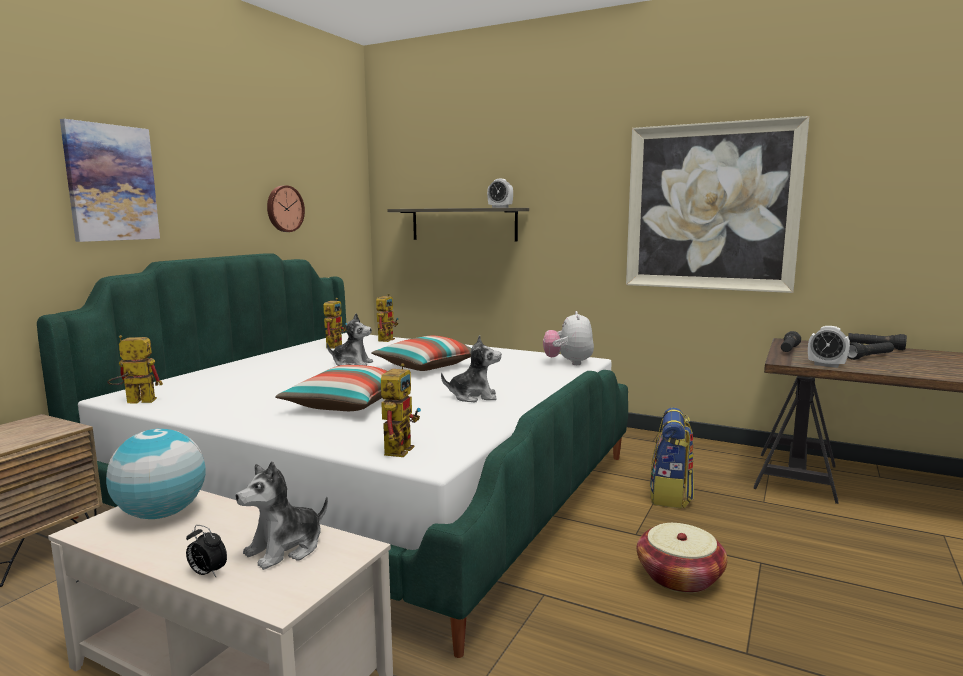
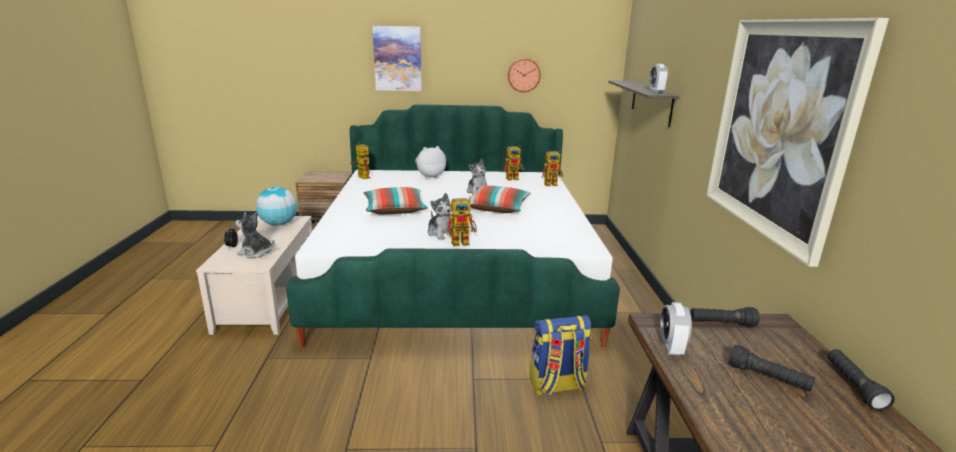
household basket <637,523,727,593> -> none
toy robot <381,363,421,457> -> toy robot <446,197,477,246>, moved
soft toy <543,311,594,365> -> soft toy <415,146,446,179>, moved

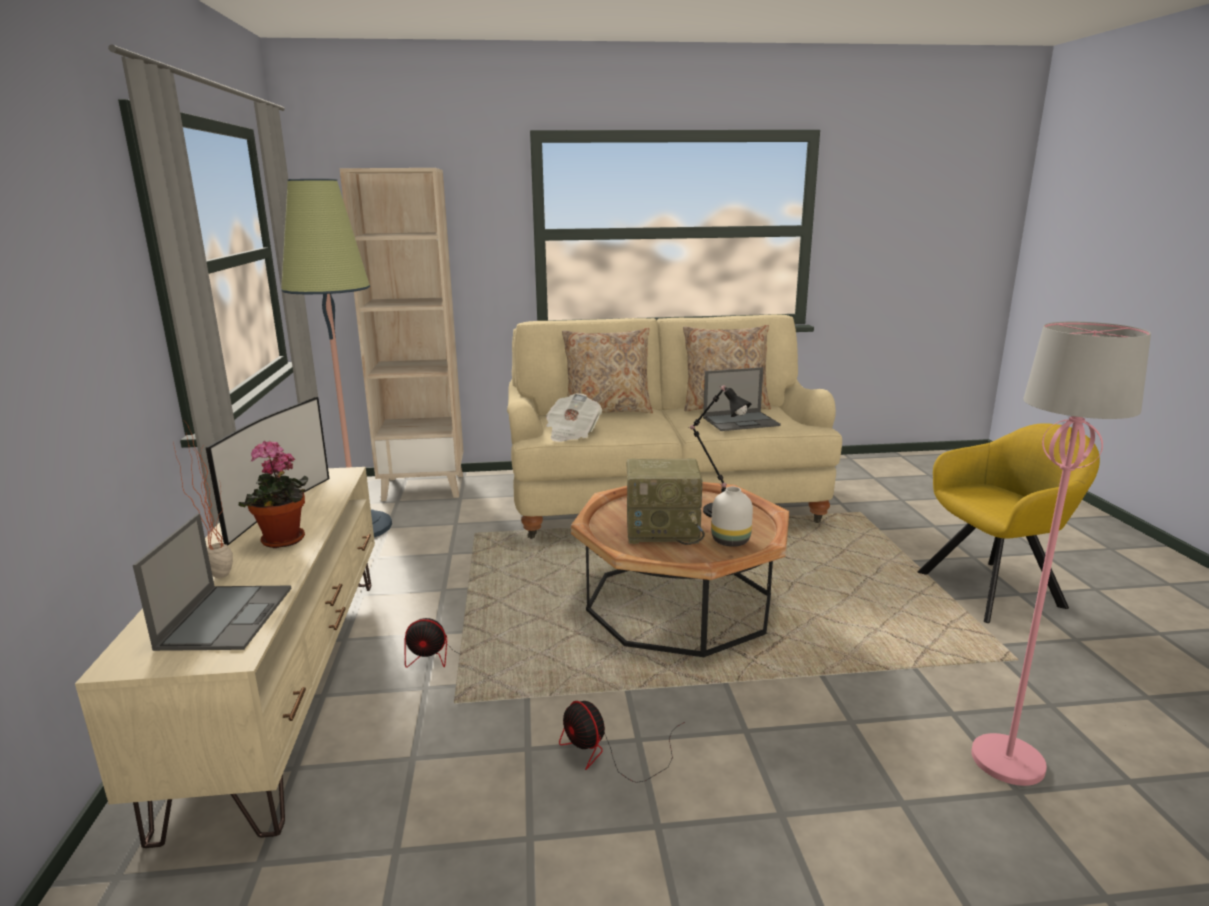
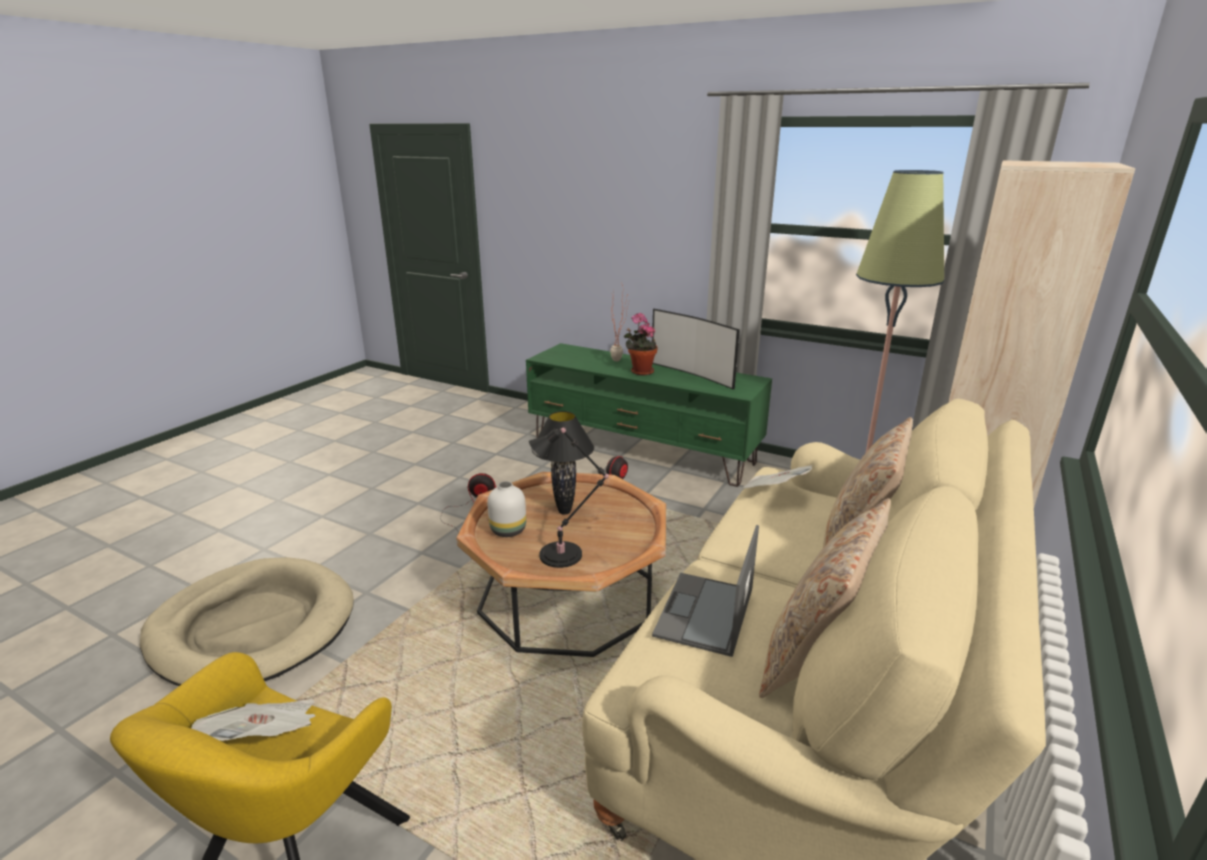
laptop <133,513,291,651> -> none
none -> daily paper <191,699,316,741>
radio set <626,458,705,545> -> black lamp for a table <532,411,594,515>
pink standard lamp <971,321,1151,786> -> beige-coloured pet bed <140,557,354,686>
beige-coloured media console <75,467,375,848> -> greenish media console <526,343,772,487>

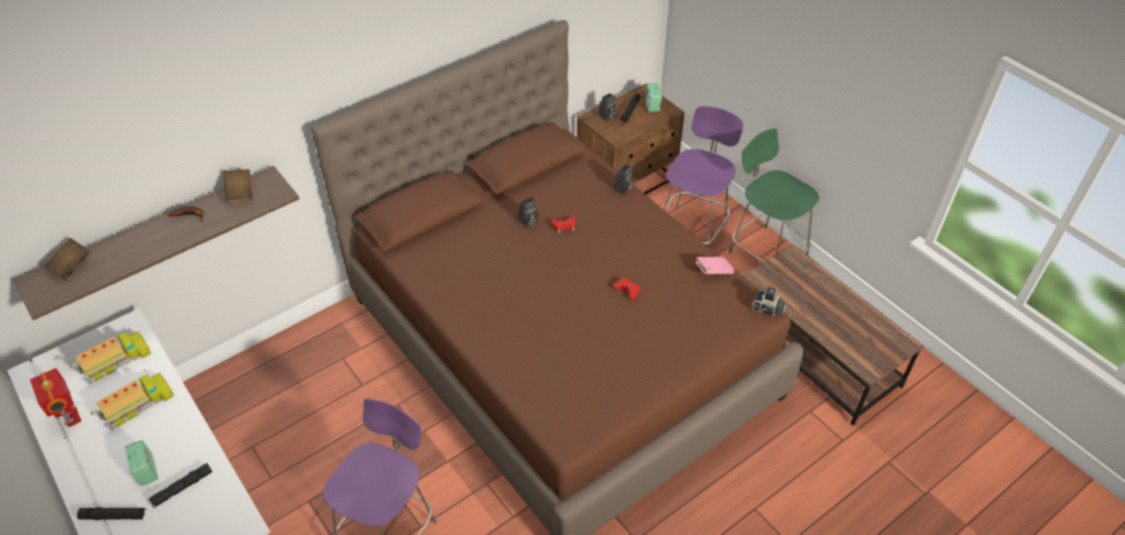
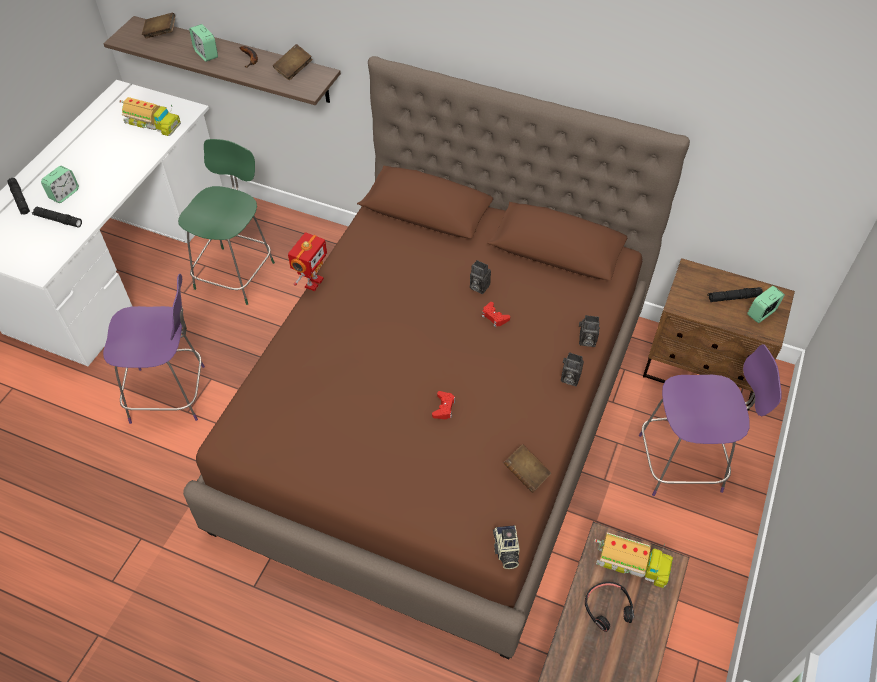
none -> bedside clock <189,24,218,62>
none -> black pair of headphones <585,582,634,632>
toy robot <30,368,81,427> -> toy robot <288,232,327,291>, moved
model truck <90,369,174,431> -> model truck <594,533,673,588>, moved
photo camera <598,93,616,121> -> photo camera <561,352,584,386>, moved
greenish upright chair <729,128,819,262> -> greenish upright chair <178,139,275,305>, moved
pink book <695,257,734,274> -> brown-coloured book <503,444,551,493>

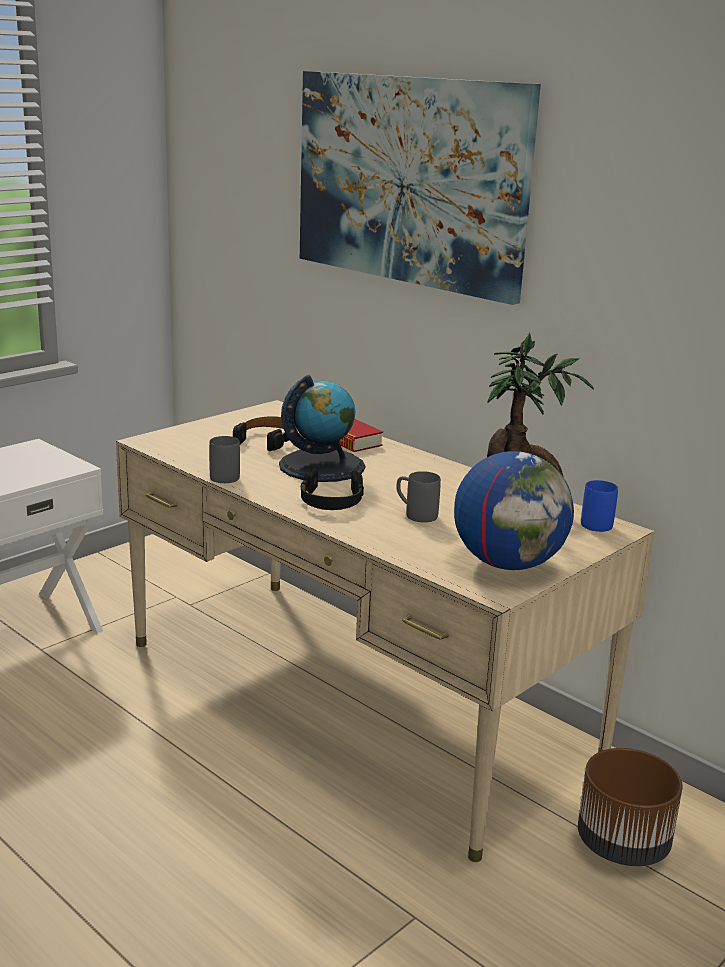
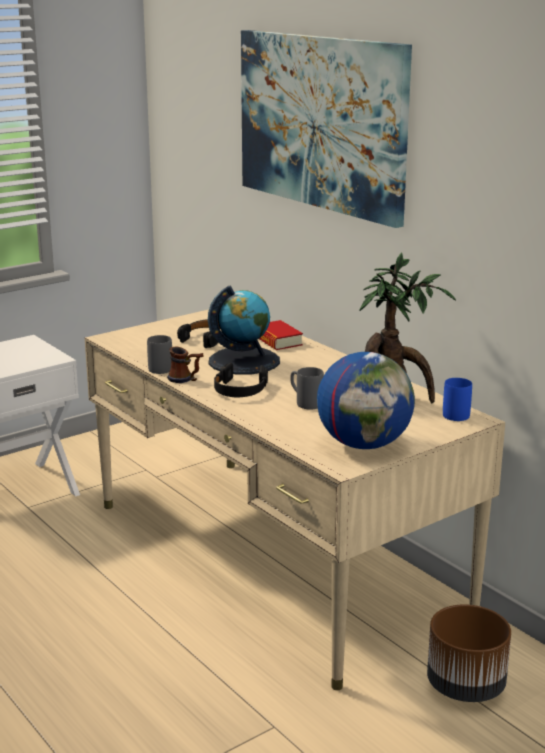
none -> tea mug <167,347,204,383>

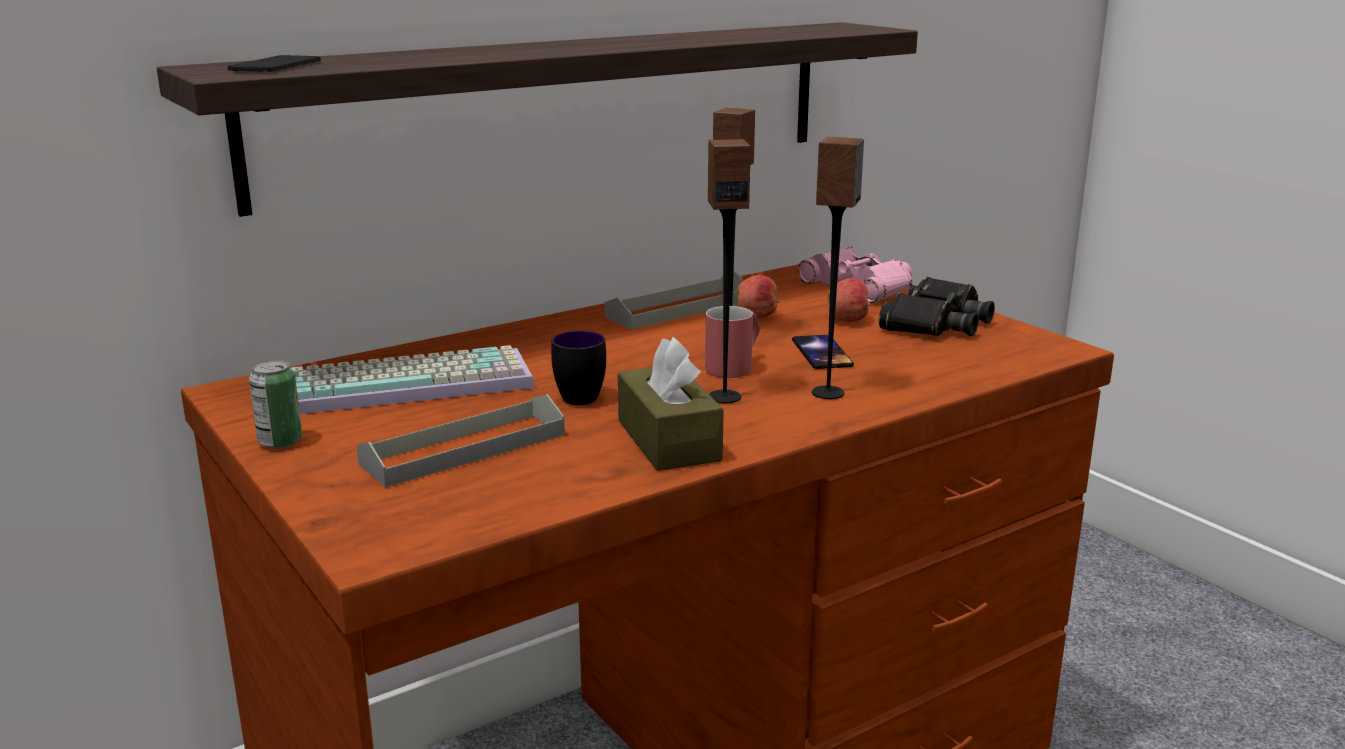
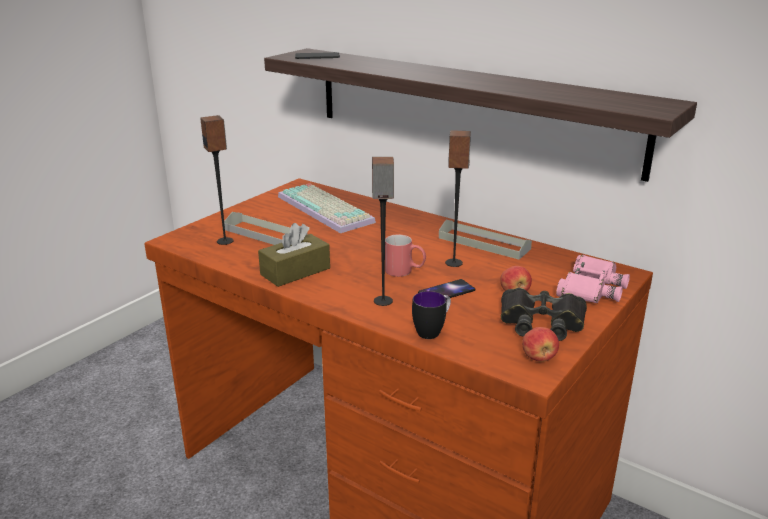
metal can <249,360,302,449> -> none
tea mug <551,331,606,405> -> tea mug <412,291,451,339>, moved
loudspeaker <708,139,751,403> -> loudspeaker <200,115,233,245>, moved
apple fruit <737,275,779,318> -> apple fruit <522,327,559,362>, moved

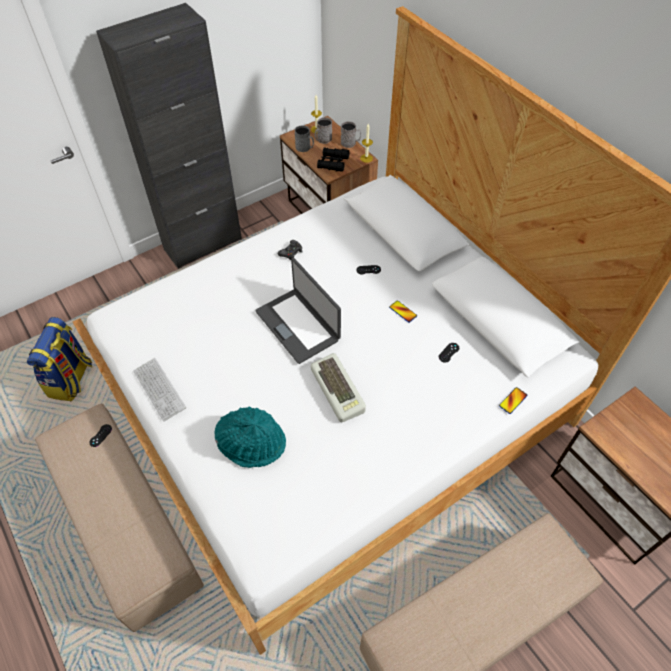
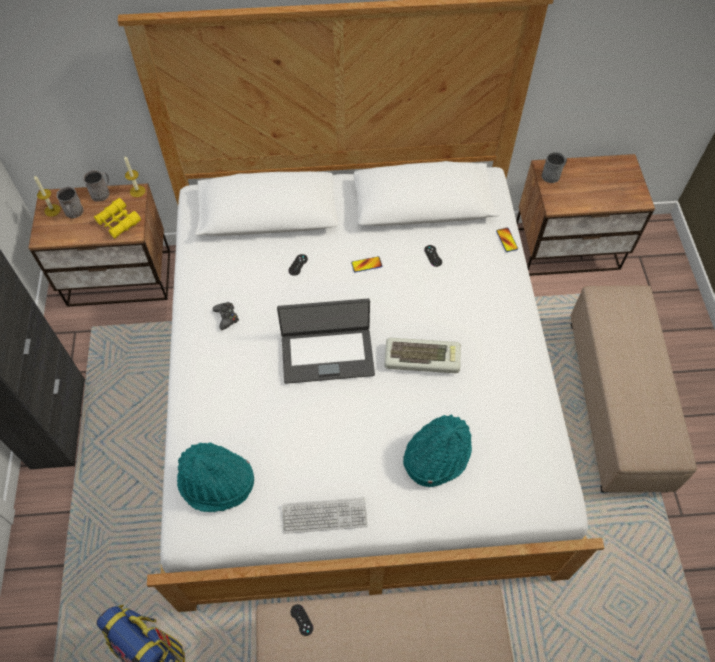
none -> turquoise wearable hat <177,443,254,512>
grey tea mug <295,125,314,152> -> grey tea mug <542,152,567,183>, moved
black pair of binoculars <317,147,349,172> -> yellow pair of binoculars <94,198,141,239>

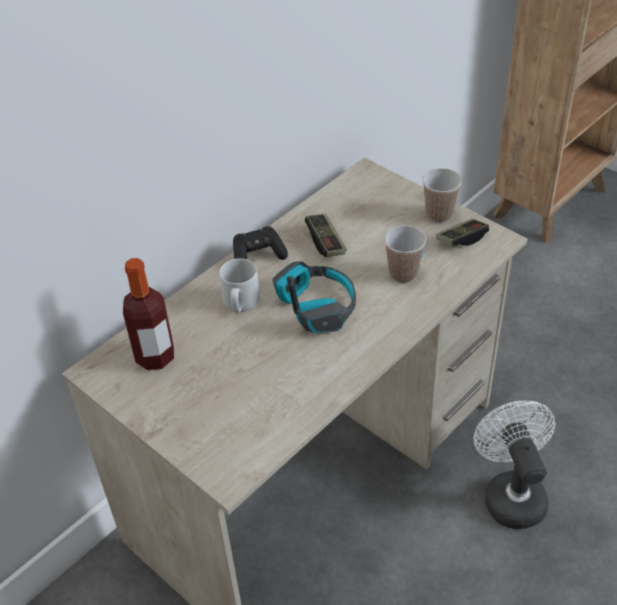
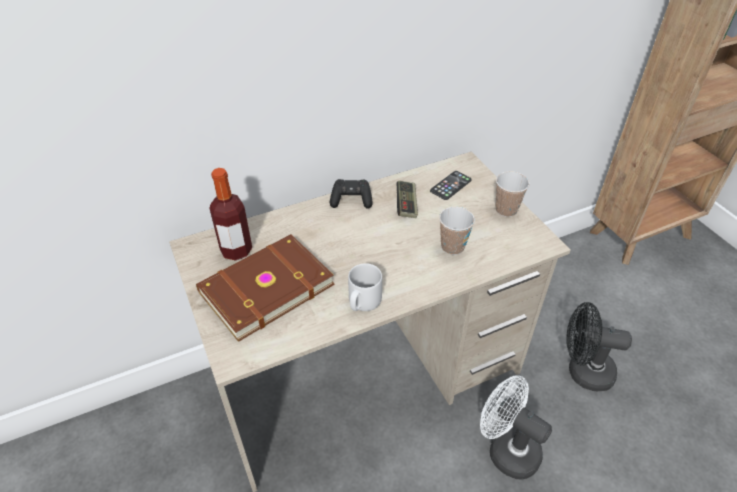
pair of headphones <272,261,356,334> -> none
joypad <436,219,489,246> -> none
none -> brown-coloured book <196,234,335,342>
none -> telephone <430,171,472,200>
none -> black cooling fan <566,302,632,392>
grey tea mug <219,258,260,313> -> grey tea mug <348,263,382,311>, moved
white cooling fan <474,401,556,529> -> white cooling fan <480,376,552,479>, 60 degrees counterclockwise

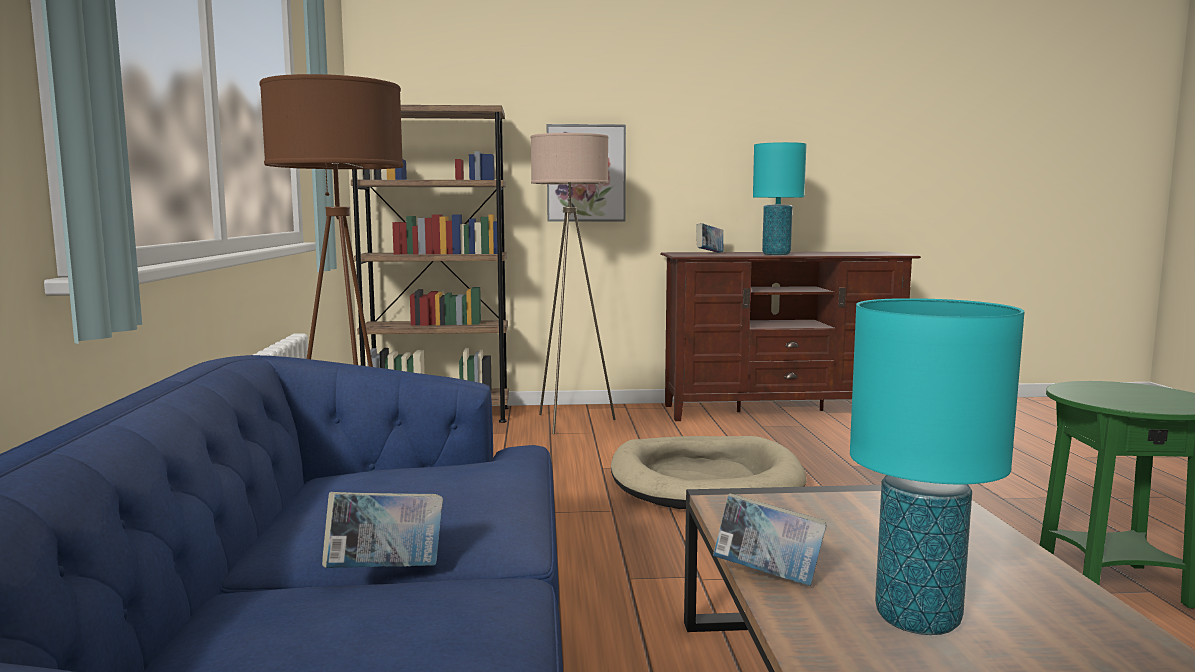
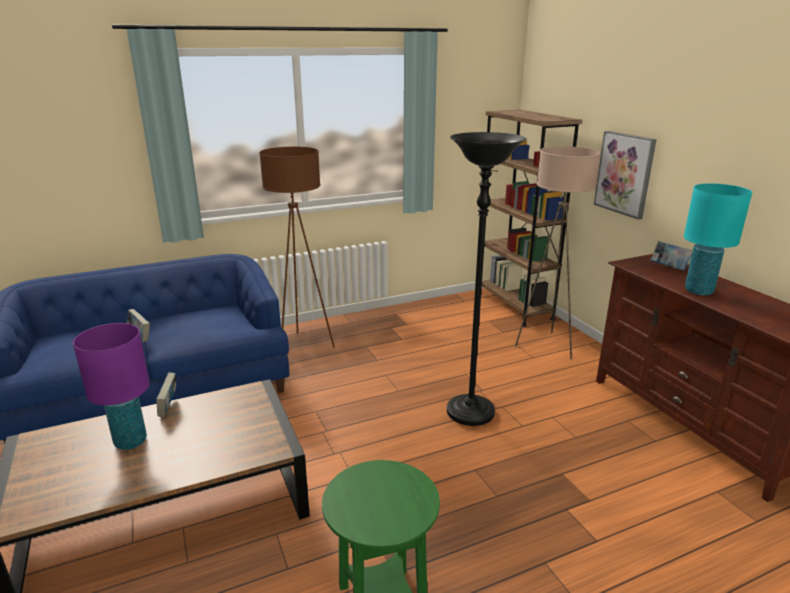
beige-coloured pet bed <611,436,806,509> -> black standard lamp <447,132,527,426>
turquoise lamp for a table <850,298,1024,635> -> purple-coloured lamp for a table <73,323,150,450>

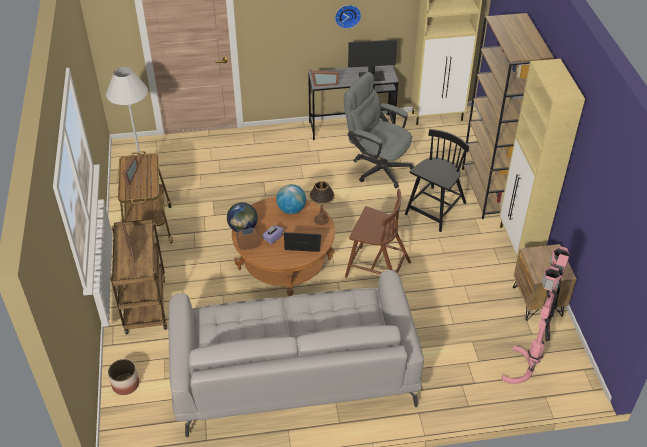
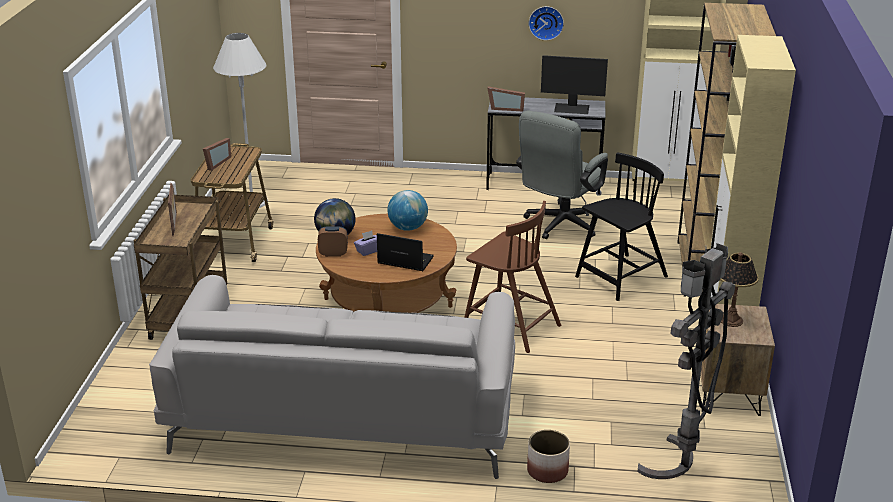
plant pot <108,359,139,395> -> plant pot <527,430,570,483>, moved
lamp for a table <309,181,335,225> -> lamp for a table <720,252,759,327>, moved
pink standard lamp <502,246,570,384> -> grey standard lamp <638,243,735,479>
grey desk chair <344,72,414,188> -> grey desk chair <516,110,608,239>, 105 degrees counterclockwise

